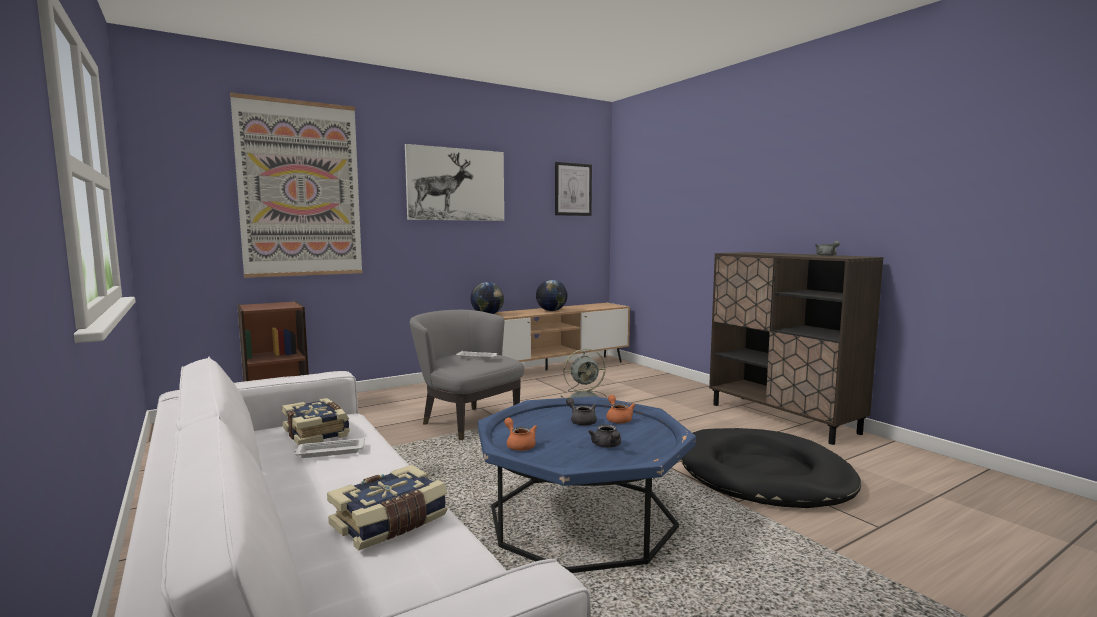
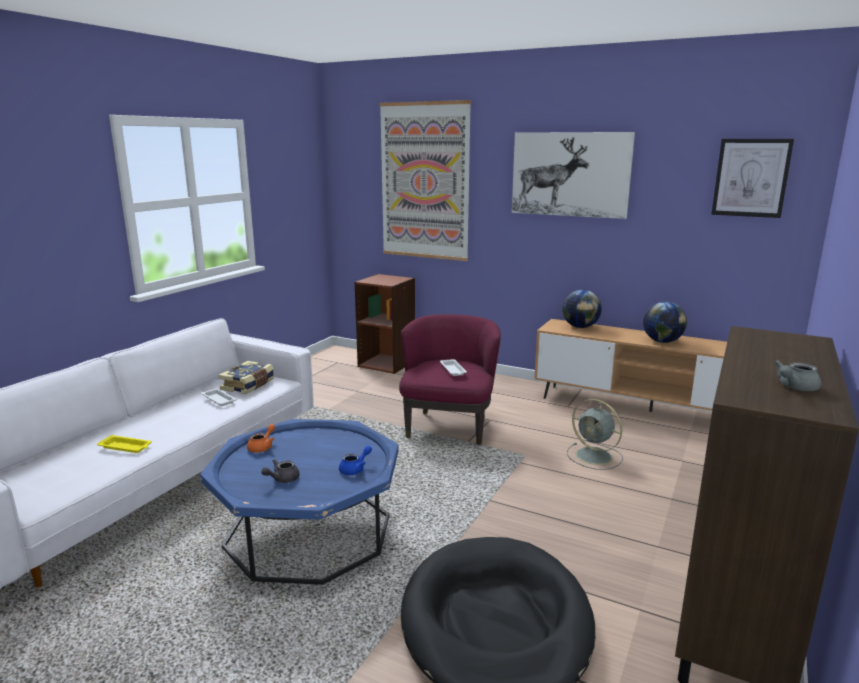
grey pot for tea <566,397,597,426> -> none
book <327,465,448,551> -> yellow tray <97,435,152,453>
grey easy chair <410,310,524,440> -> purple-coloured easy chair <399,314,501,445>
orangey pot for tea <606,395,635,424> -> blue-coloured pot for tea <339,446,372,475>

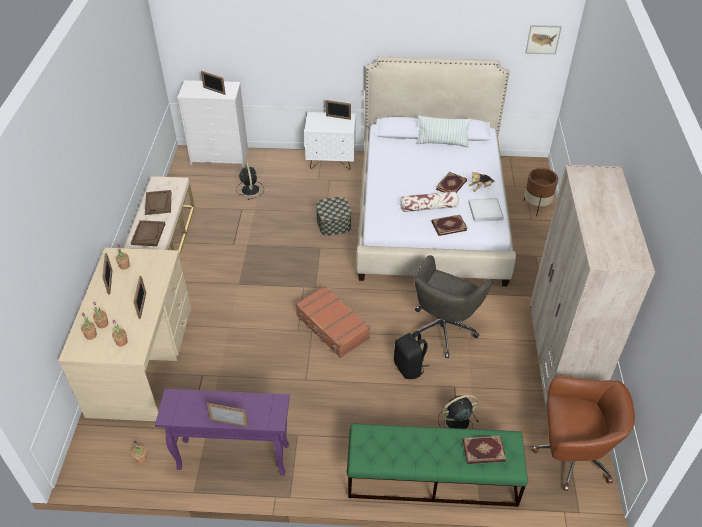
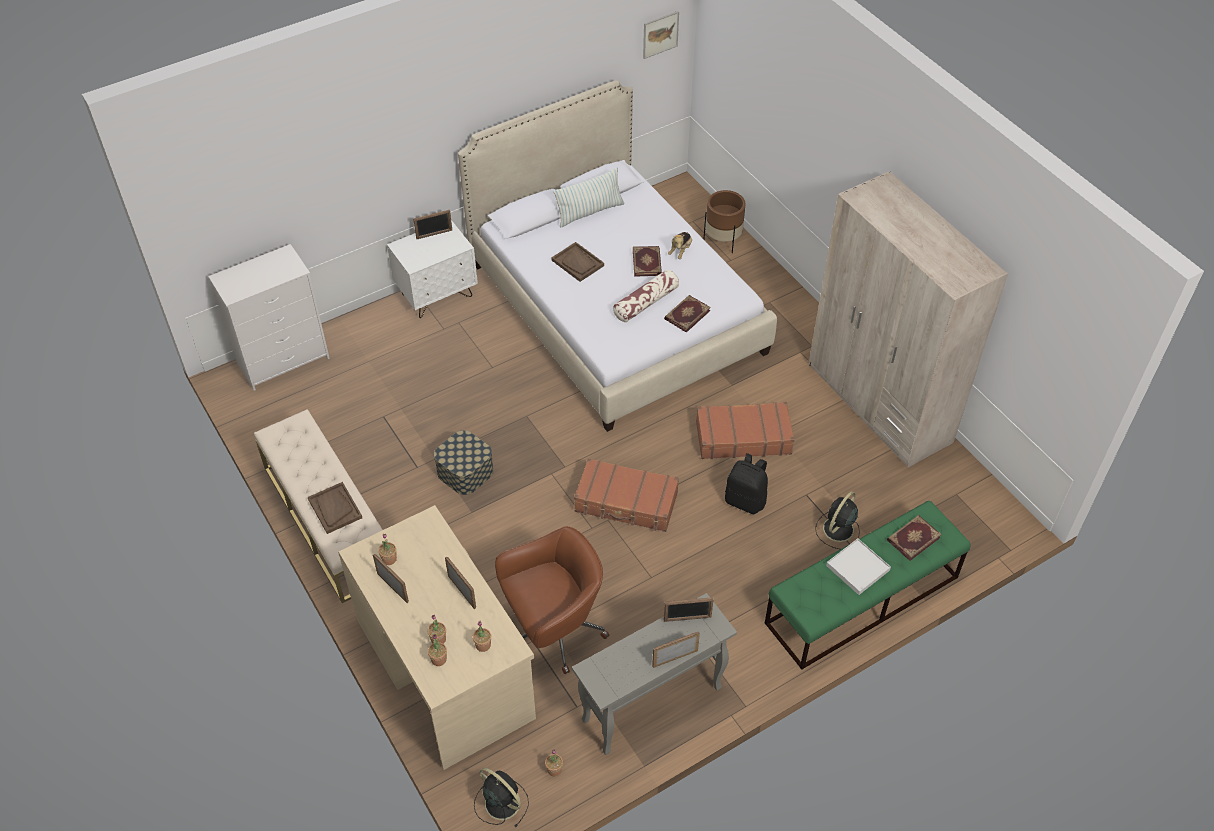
brown-coloured tray <145,190,171,215> -> brown-coloured tray <552,242,604,282>, moved
photo frame <201,71,225,95> -> photo frame <664,597,714,622>, moved
black cooling fan <236,162,264,200> -> black cooling fan <474,768,529,827>, moved
storage container <316,197,351,236> -> storage container <434,430,494,495>, moved
white tray <468,198,504,222> -> white tray <826,539,891,595>, moved
brown-coloured desk chair <532,376,635,491> -> brown-coloured desk chair <495,526,609,674>, moved
grey desk chair <414,255,493,359> -> brown-coloured travel case <696,402,795,459>
purple-coloured console table <155,389,290,475> -> grey console table <572,593,737,755>

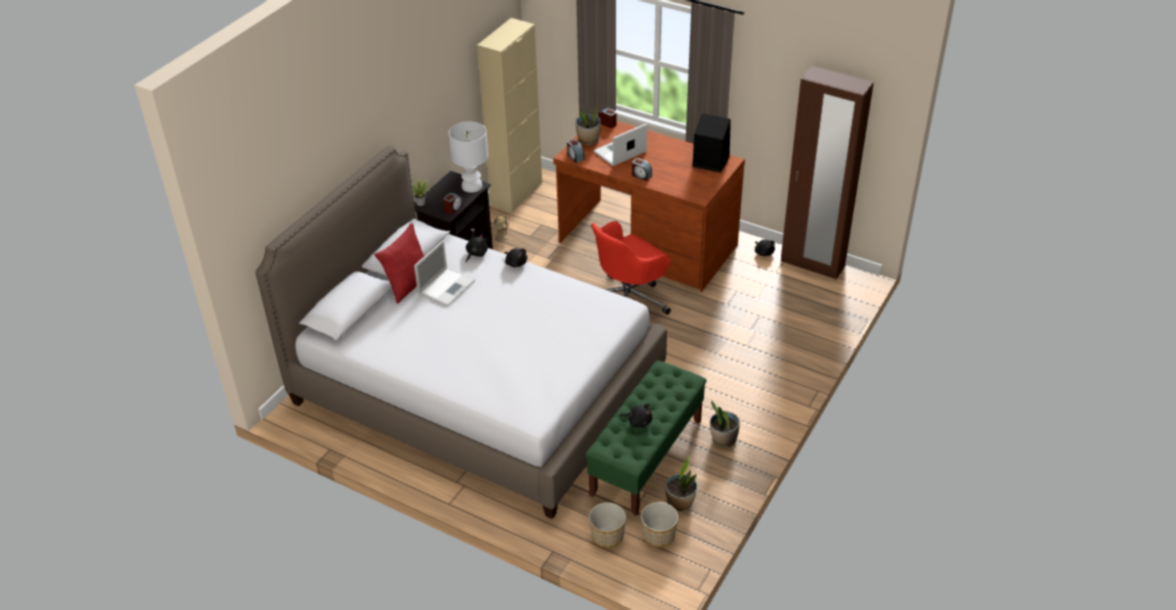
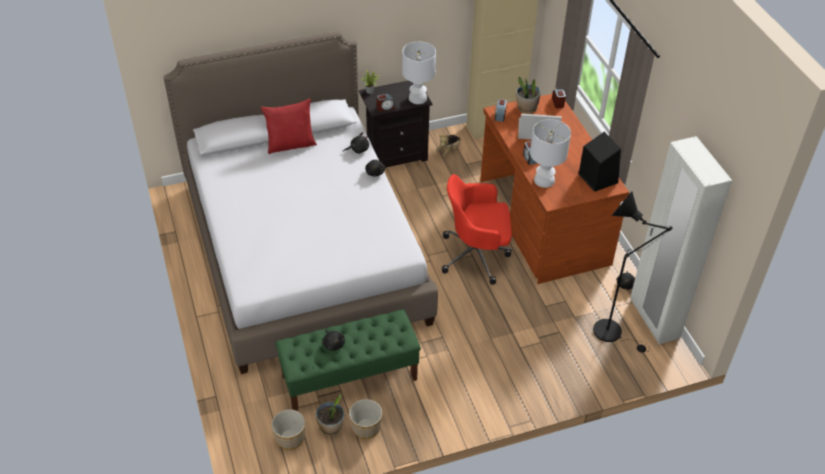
laptop <414,240,475,306> -> none
plant in a pot <710,401,740,448> -> none
none -> white lamp for a table <530,119,571,188>
none -> black standard lamp <593,192,672,352>
plant pot <589,502,626,548> -> plant pot <349,399,382,439>, moved
brown-coloured wardrobe <781,66,874,279> -> white wardrobe <631,136,732,344>

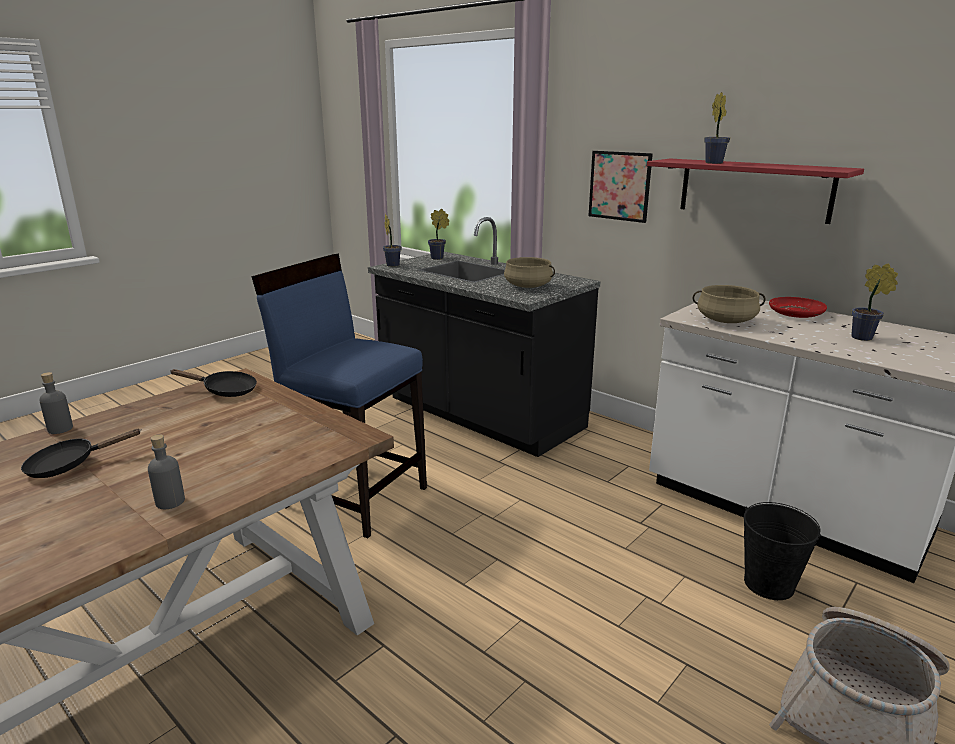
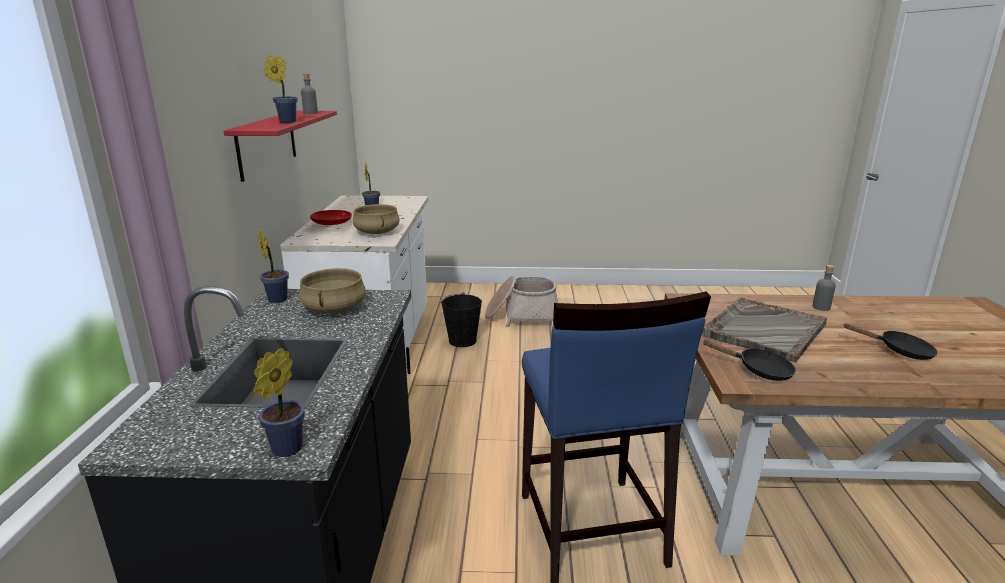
wall art <589,151,653,223> -> none
none -> grey tray <702,297,827,363>
grey drink bottle <39,372,73,434> -> grey drink bottle <301,74,318,114>, moved
plant in a pot <428,209,449,260> -> plant in a pot <258,229,289,303>, moved
black skillet <170,369,257,397> -> black skillet <703,340,796,381>, 150 degrees clockwise

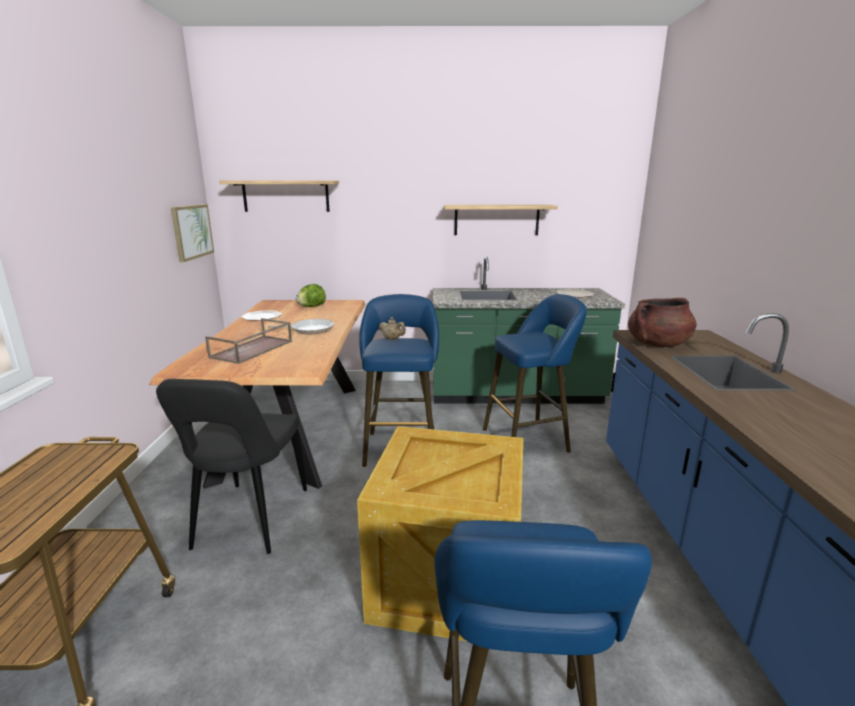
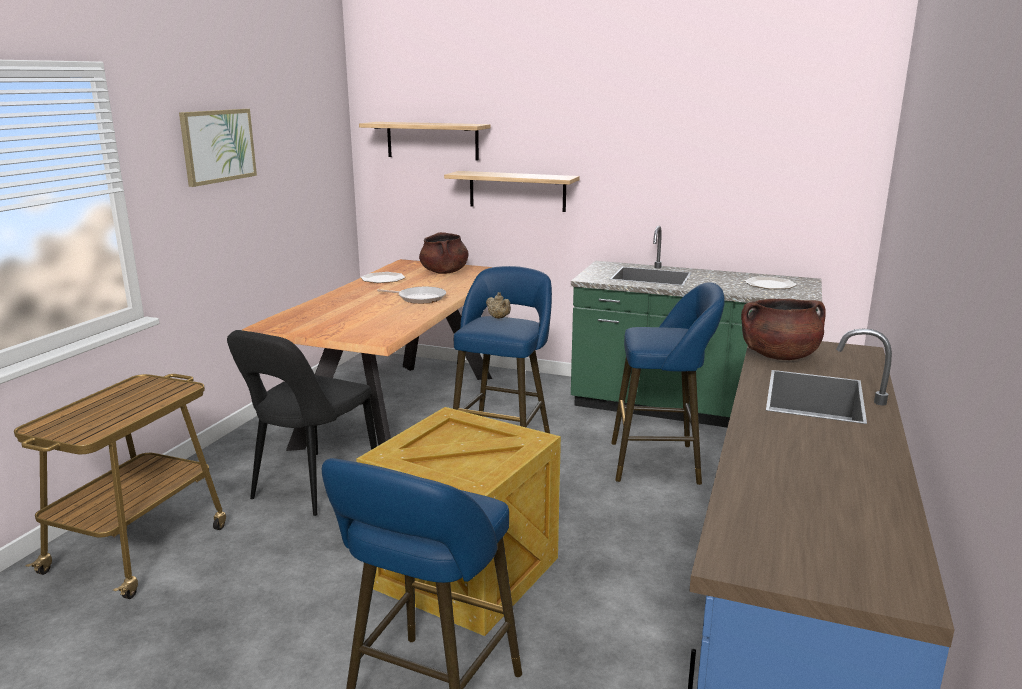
brown-coloured tray <205,318,292,364> -> none
wall art <171,204,214,262> -> wall art <179,109,257,187>, moved
shelf <444,205,558,235> -> shelf <444,171,580,212>, moved
head of lettuce <296,284,326,307> -> brown-coloured stockpot <419,232,468,274>

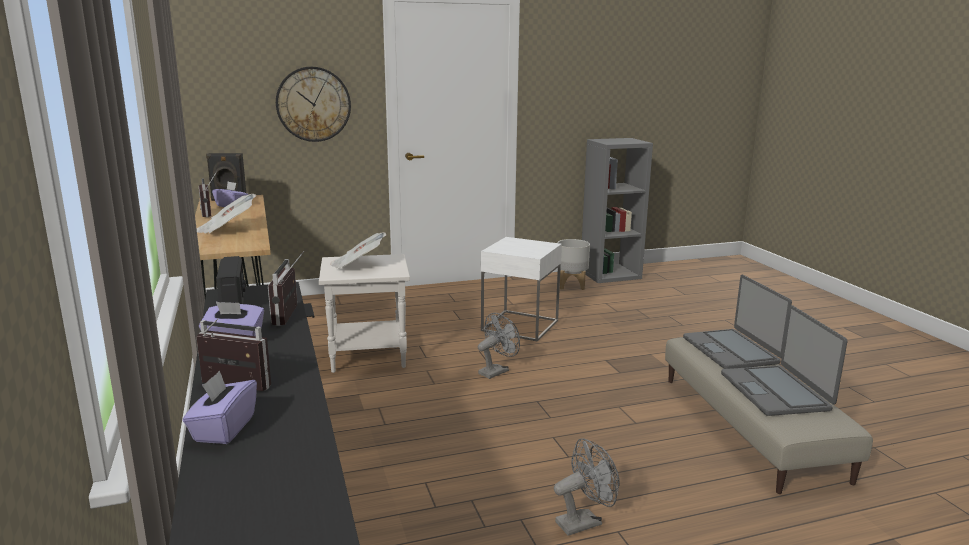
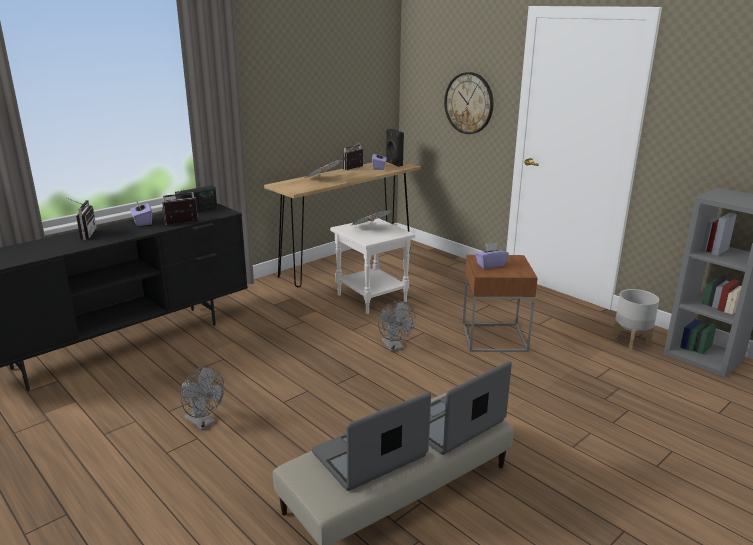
purple-coloured tissue holder <183,371,257,444> -> purple-coloured tissue holder <475,243,509,269>, moved
white end table <481,237,562,341> -> brown-coloured end table <462,255,538,352>
grey cooling fan <478,313,520,379> -> grey cooling fan <378,301,416,352>, 45 degrees clockwise

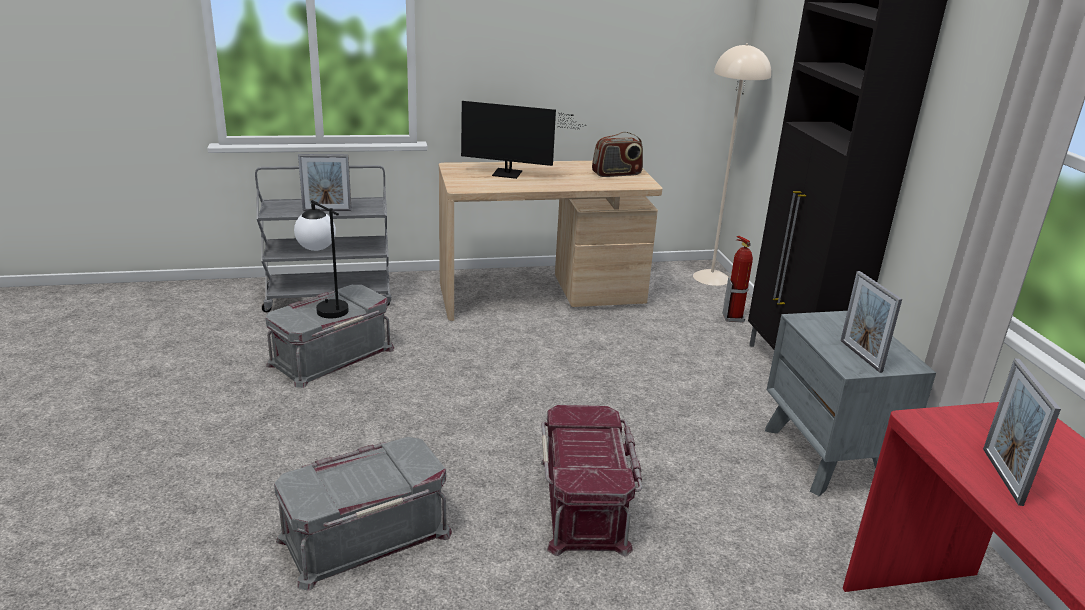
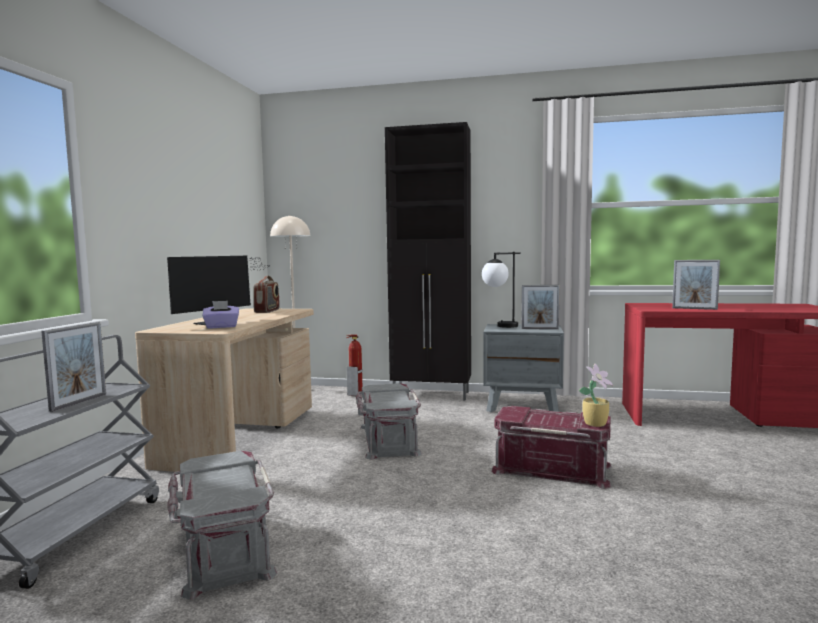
none -> purple-coloured tissue holder <202,301,239,328>
none -> plant in a pot <579,363,613,427>
grey storage container <274,437,452,591> -> grey storage container <356,383,422,460>, moved
lamp for a table <294,200,349,318> -> lamp for a table <482,252,521,328>, moved

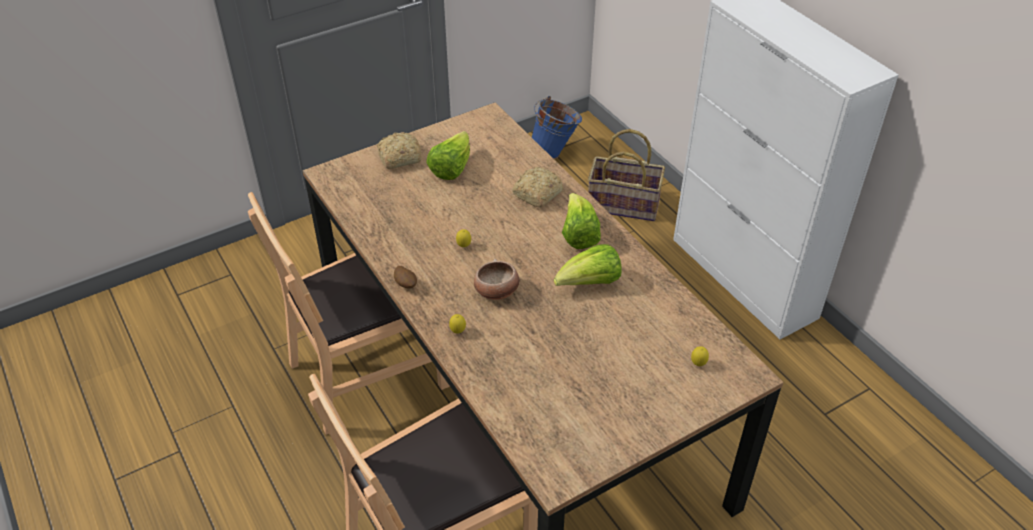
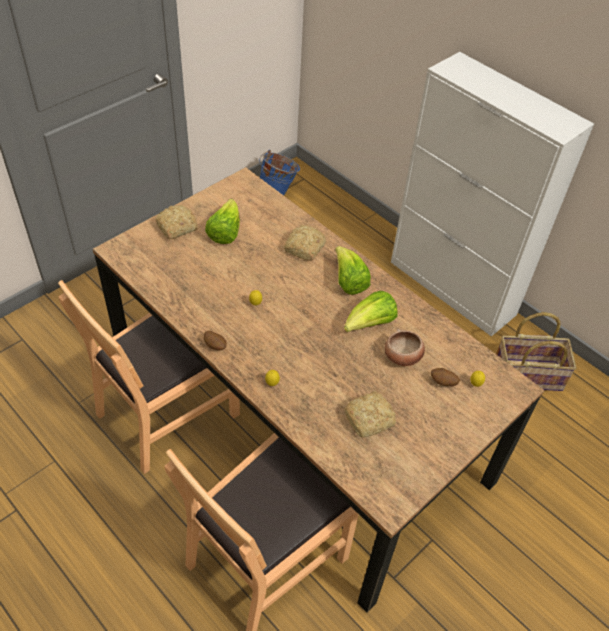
none -> bread <344,392,396,438>
none -> potato <431,368,460,386>
deep dish <474,259,519,300> -> deep dish <385,329,425,366>, moved
household basket <588,129,665,221> -> household basket <496,312,577,391>, moved

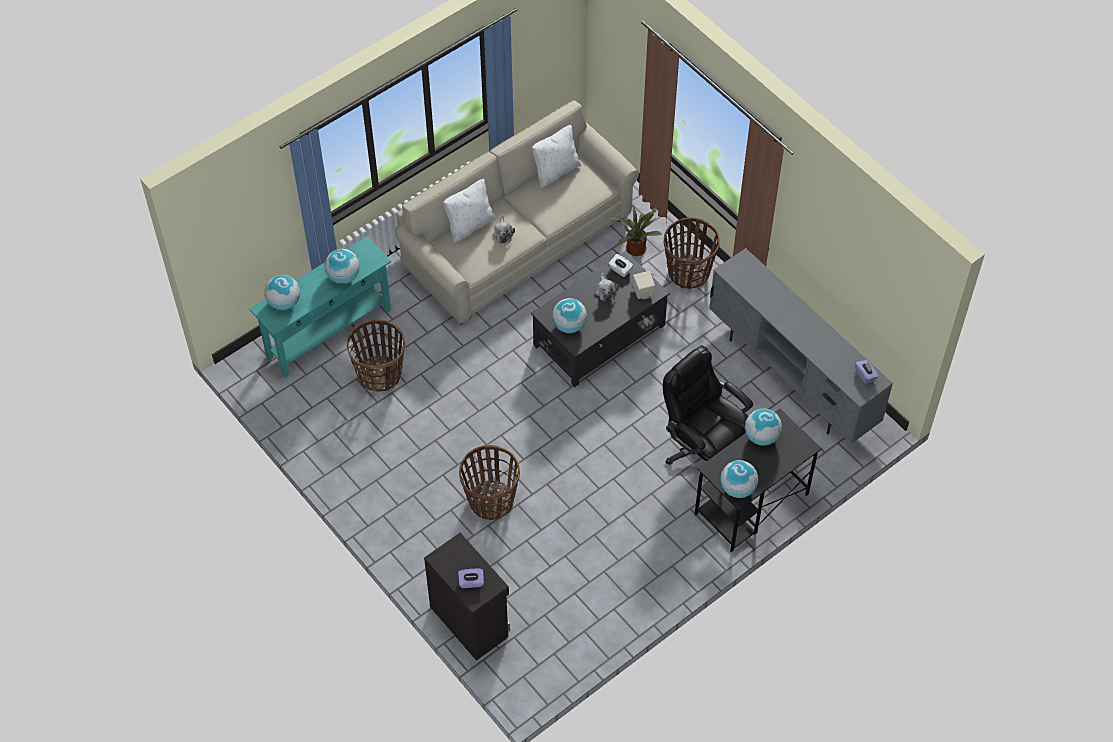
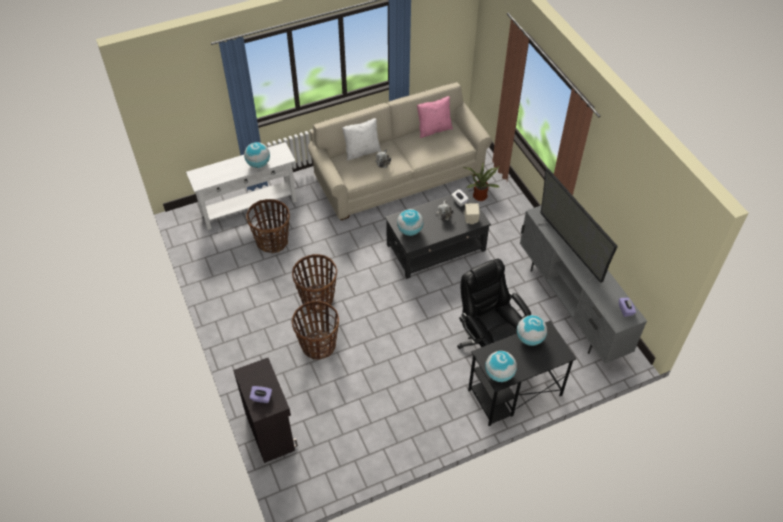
world globe <265,275,300,310> -> none
none -> TV <538,168,618,283>
household basket <664,218,720,289> -> household basket <292,254,337,311>, moved
turquoise console table <249,236,391,377> -> white console table <186,142,297,230>
white throw pillow <532,125,581,188> -> pink throw pillow <417,96,453,138>

